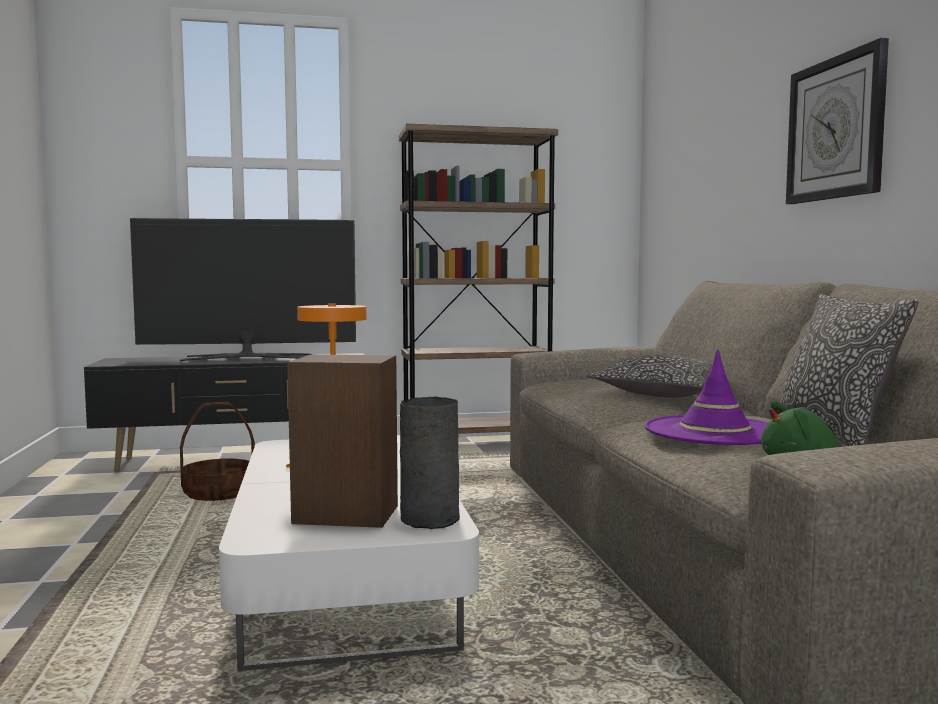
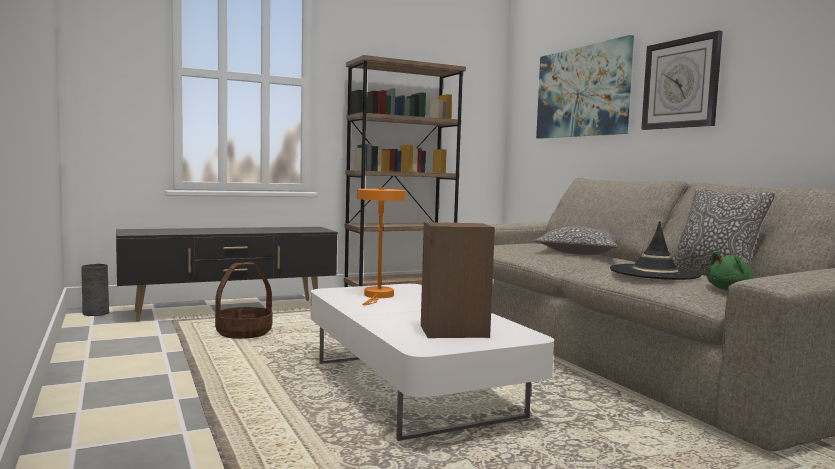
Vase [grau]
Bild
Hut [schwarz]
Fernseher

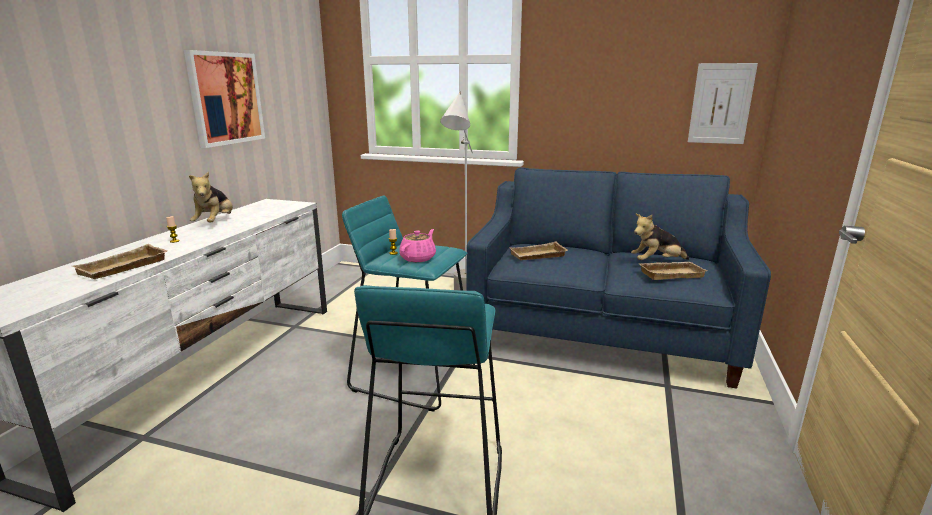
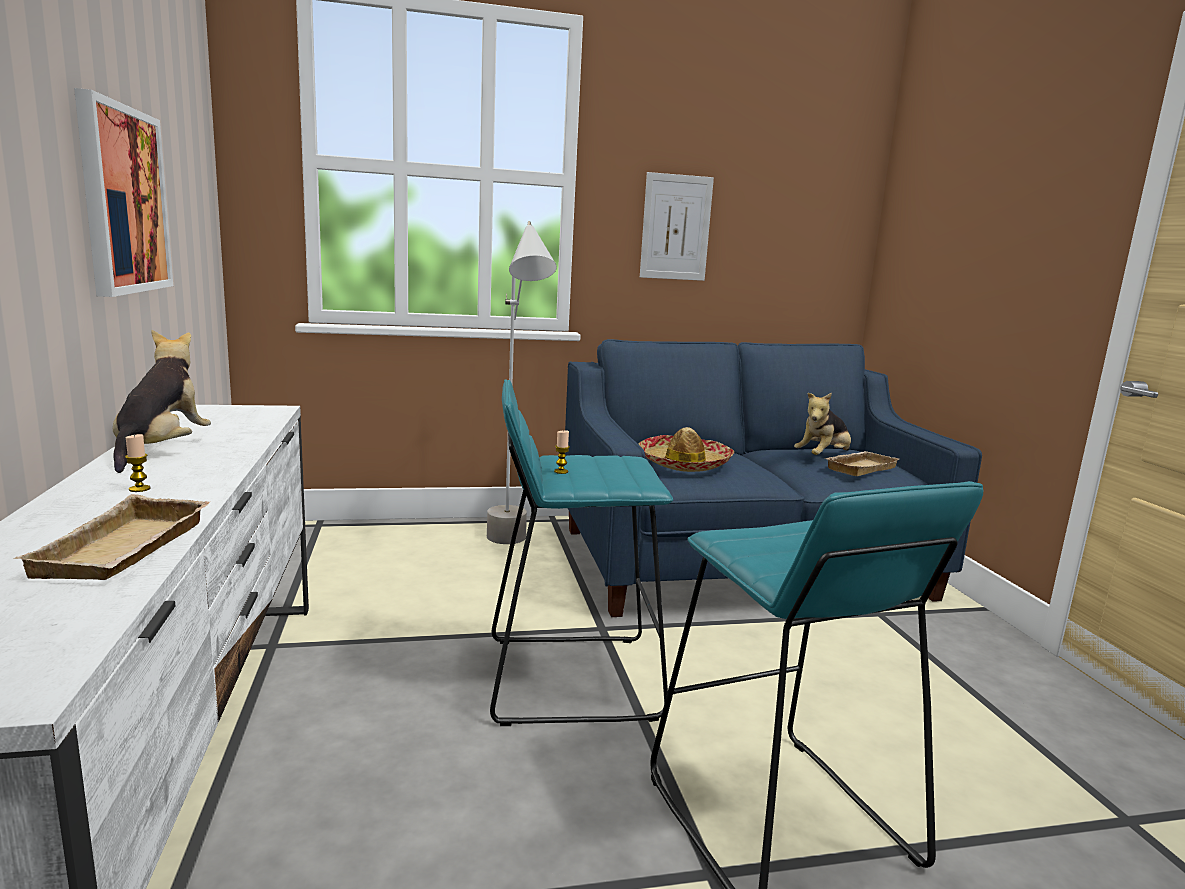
Plüschtier (1st from left)
Hut
Bild (2nd from left)
Teekanne [rosa]

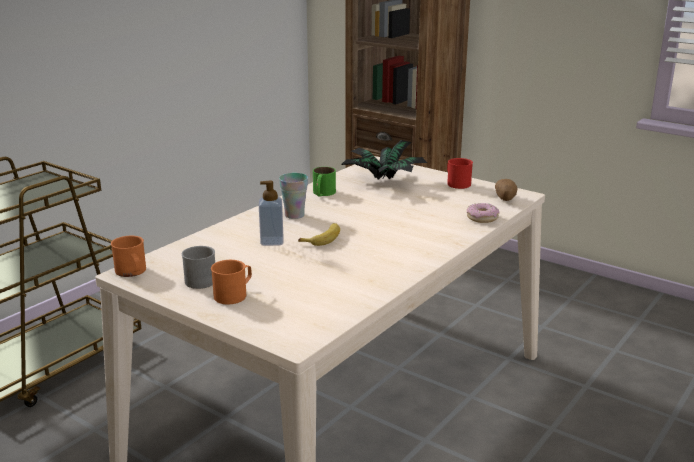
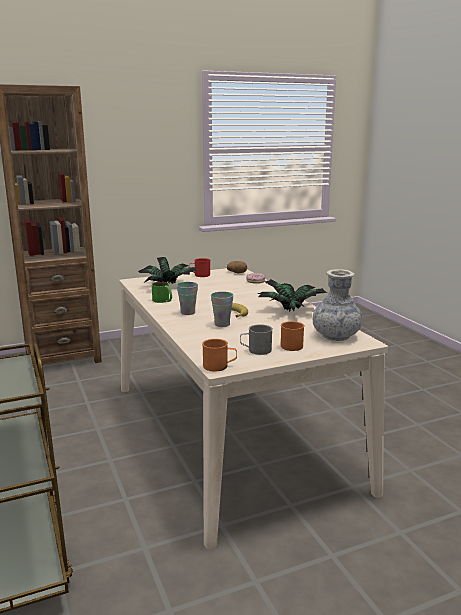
Tasse (2nd from left)
Topfpflanze (2nd from left)
Vase

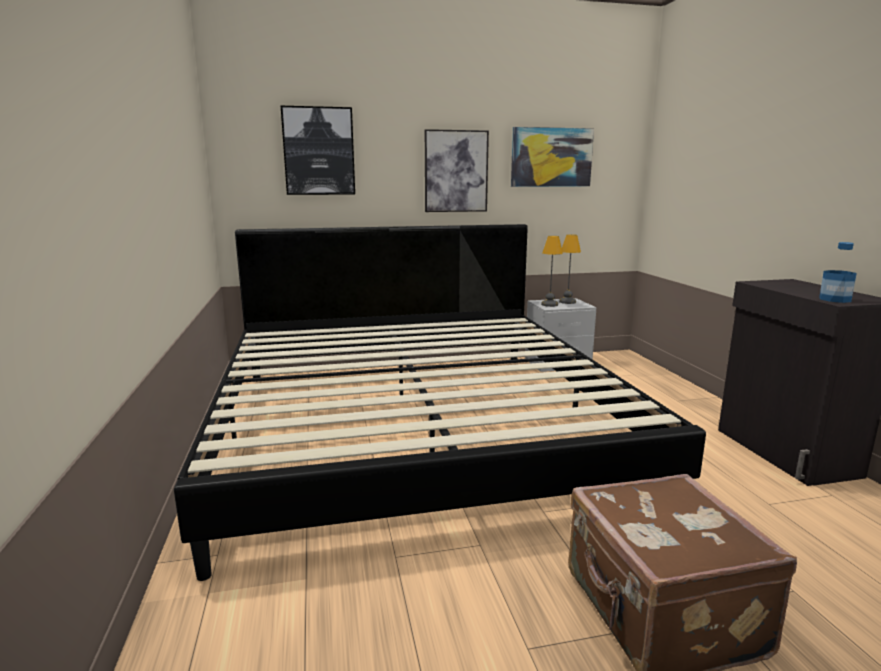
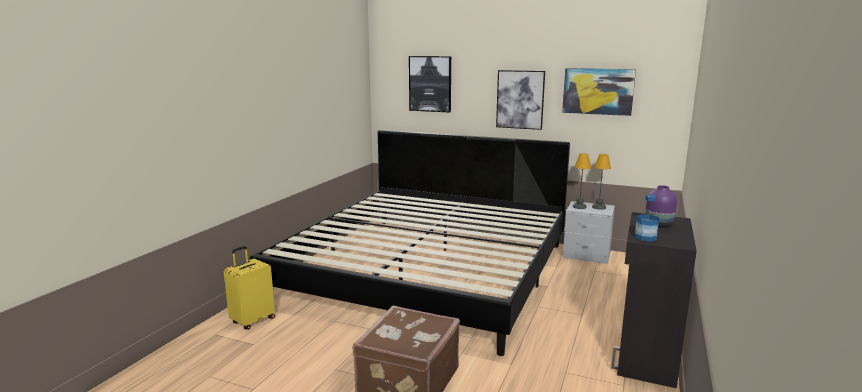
Koffer [gelb]
Vase [lila]

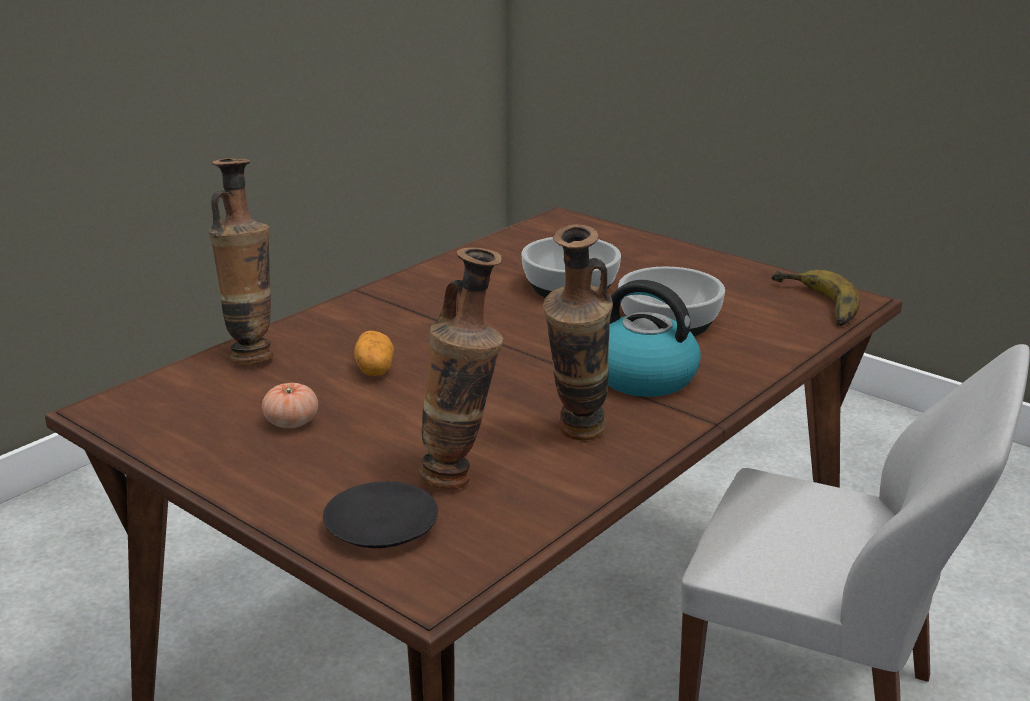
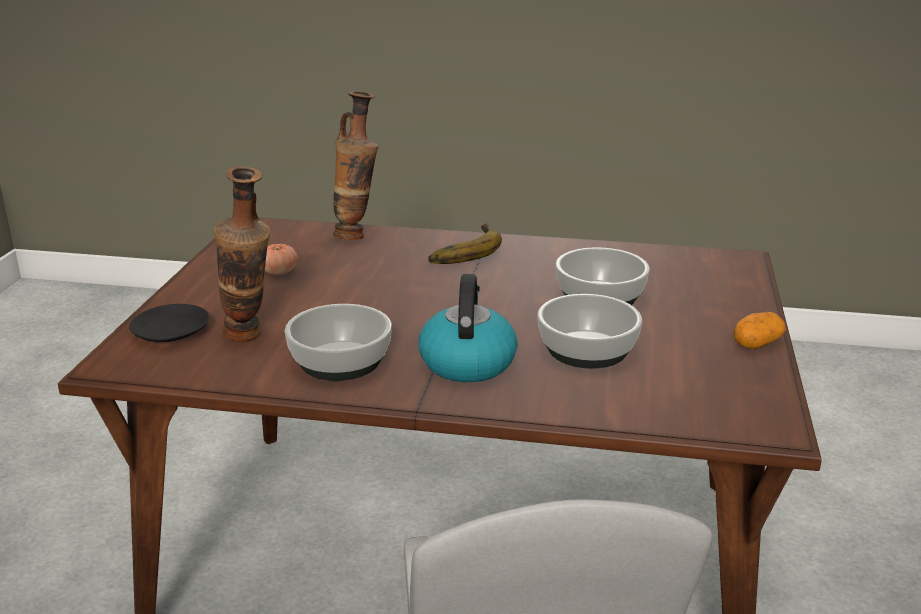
Schüssel (1st from left)
Banane
Kartoffel

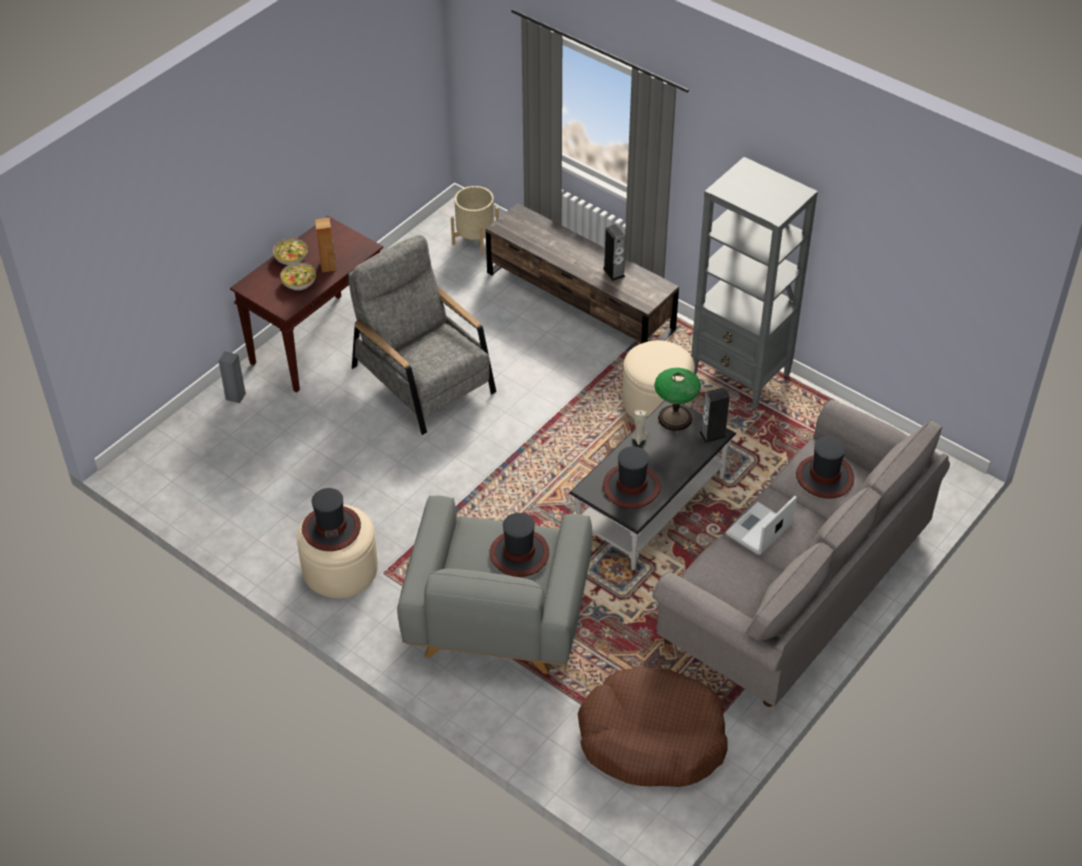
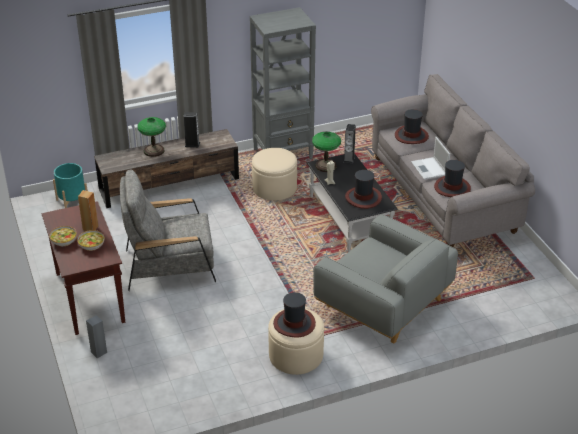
Pflanzkübel [türkis]
Tischlampe (1st from left)
Hut (4th from left)
Hundebett [braun]

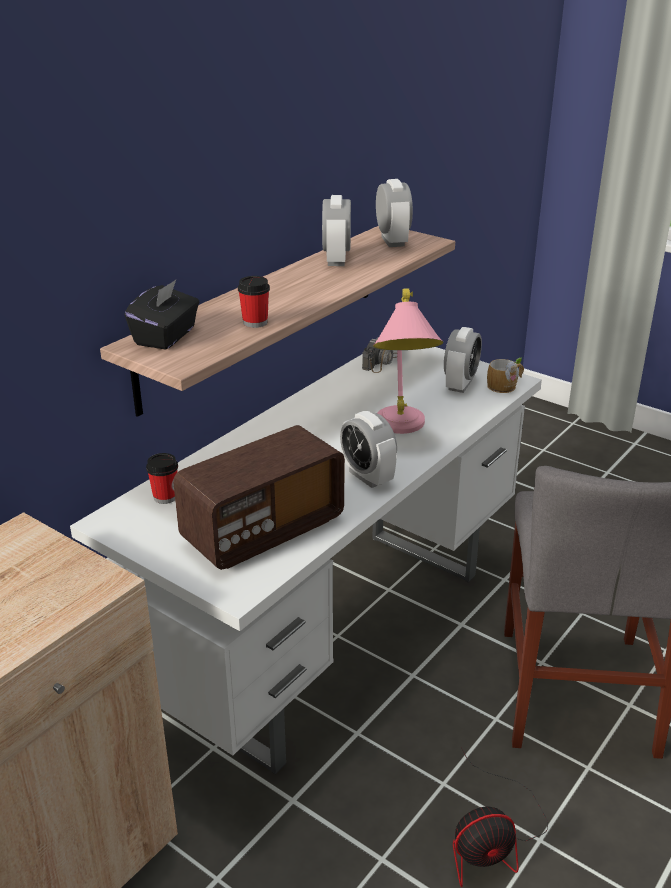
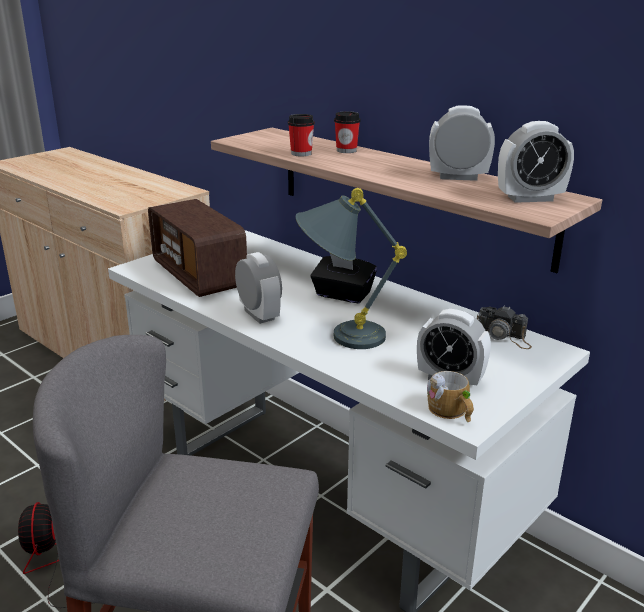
Wecker (1st from left)
Tischlampe [grau]
Taschentuchbox [schwarz]
Tasse (2nd from left)

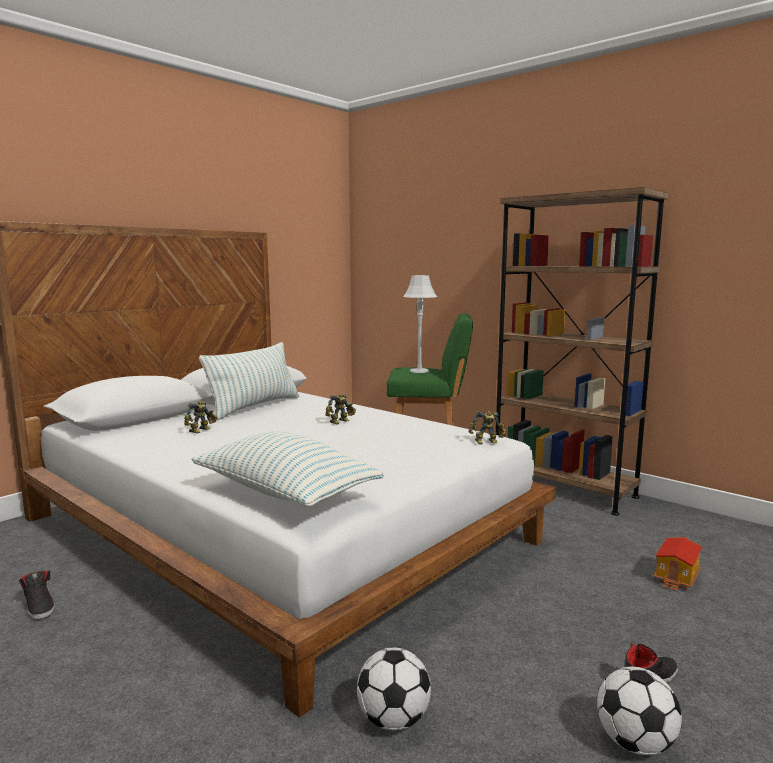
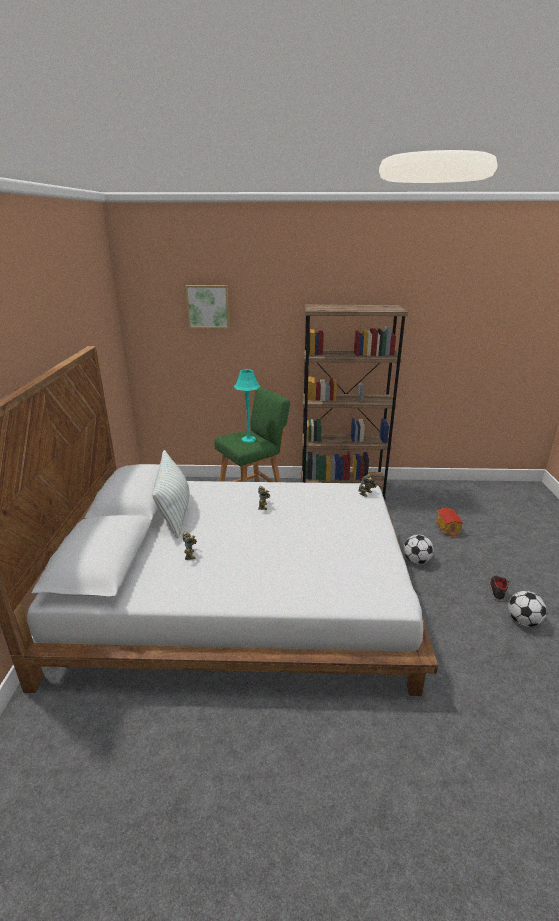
Bild
Tischlampe [türkis]
Fußball (1st from left)
Schuh [schwarz] (1st from left in the first image)
Kissen (2nd from left in the first image)

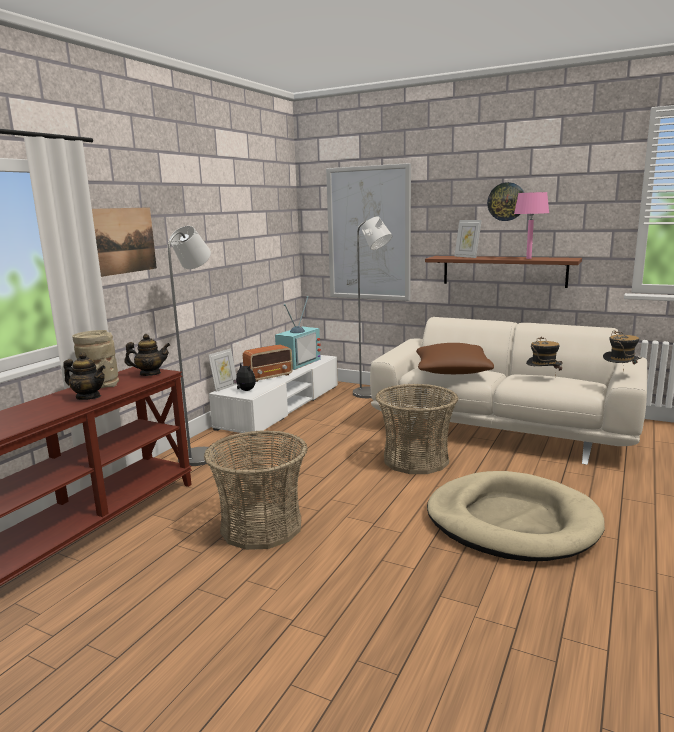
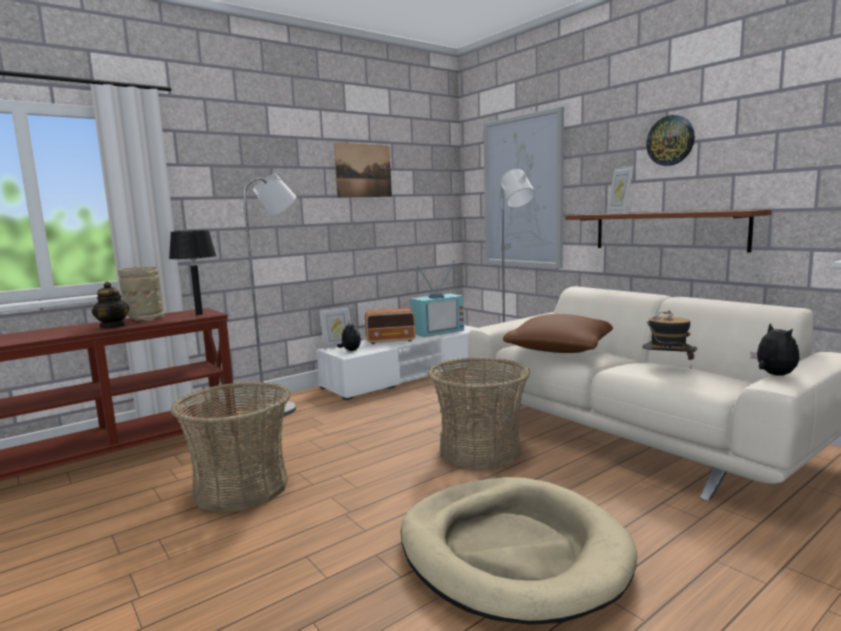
Tischlampe [schwarz]
Bild (1st from left)
Plüschtier (2nd from left)
Tischlampe [rosa]

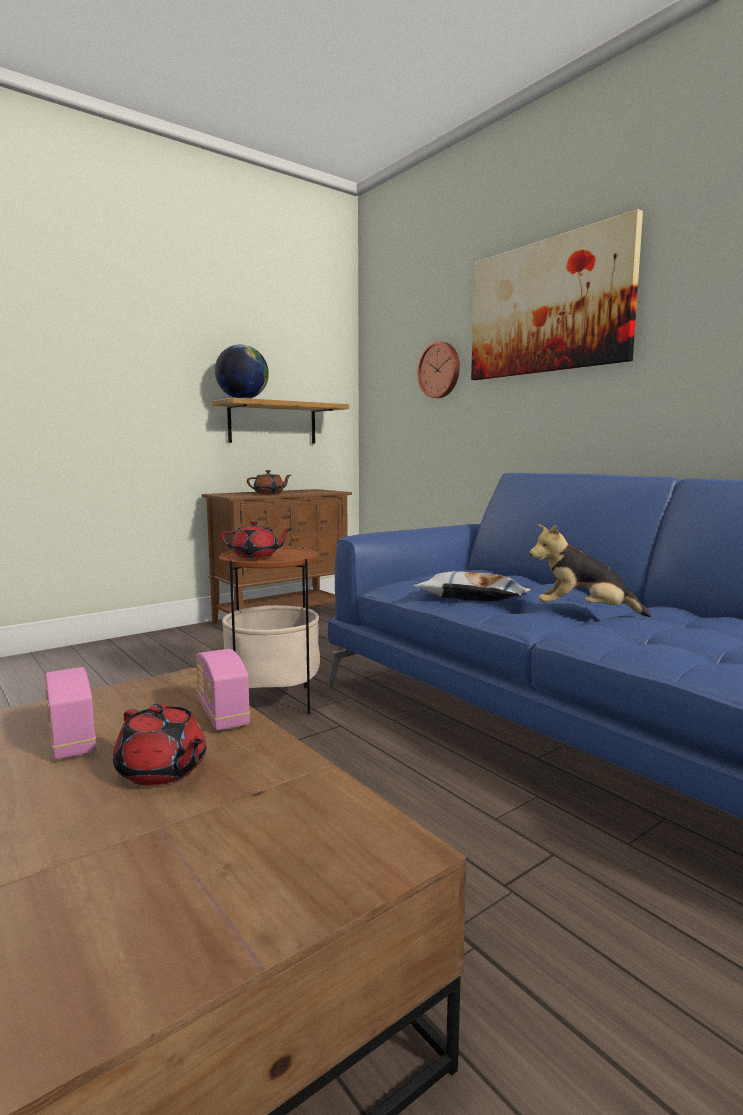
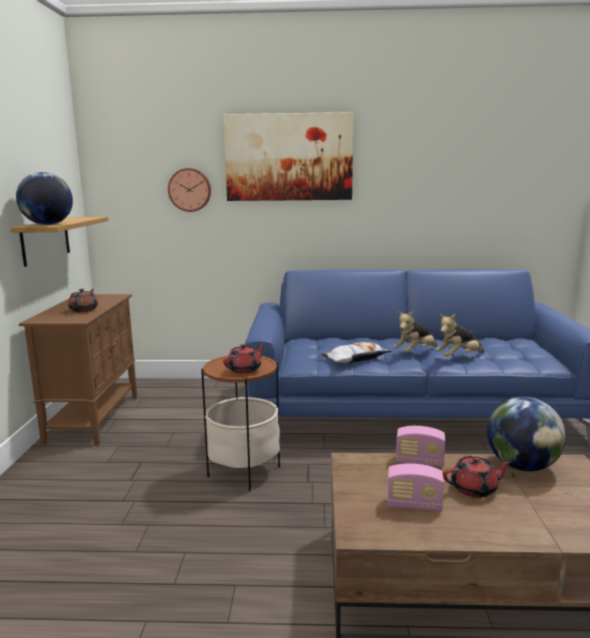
Plüschtier (2nd from left)
Globus (2nd from left)

